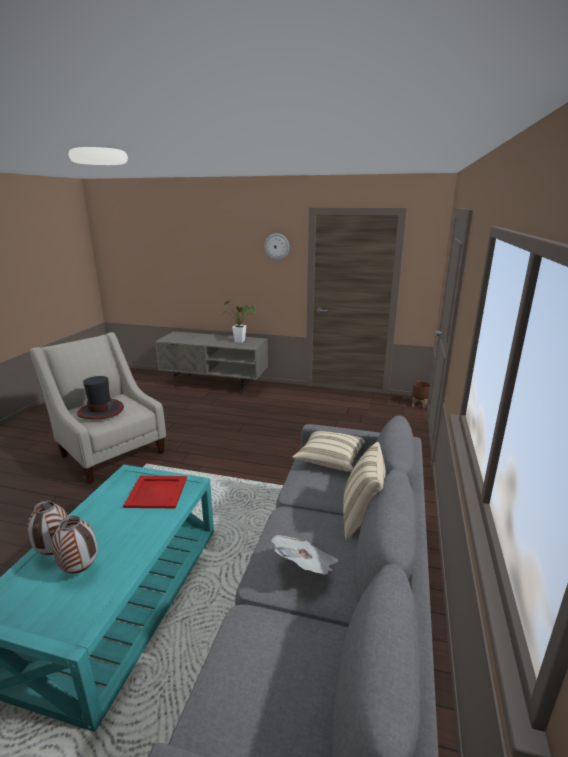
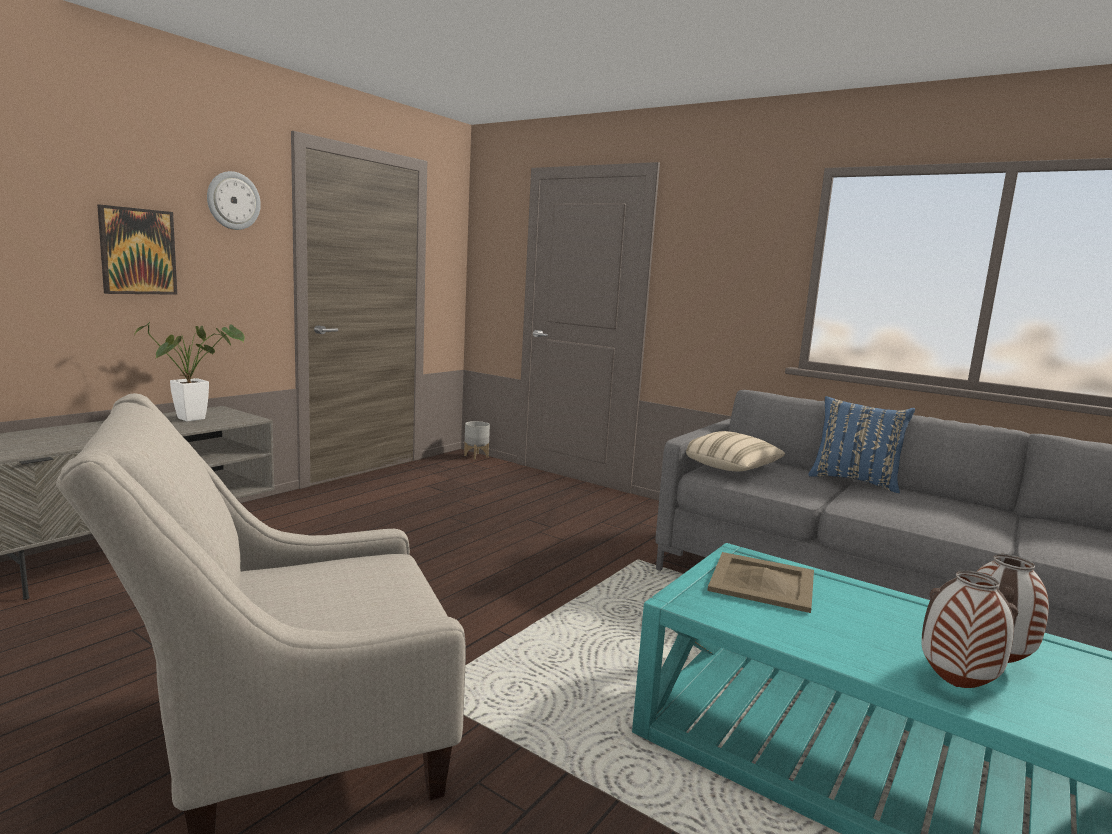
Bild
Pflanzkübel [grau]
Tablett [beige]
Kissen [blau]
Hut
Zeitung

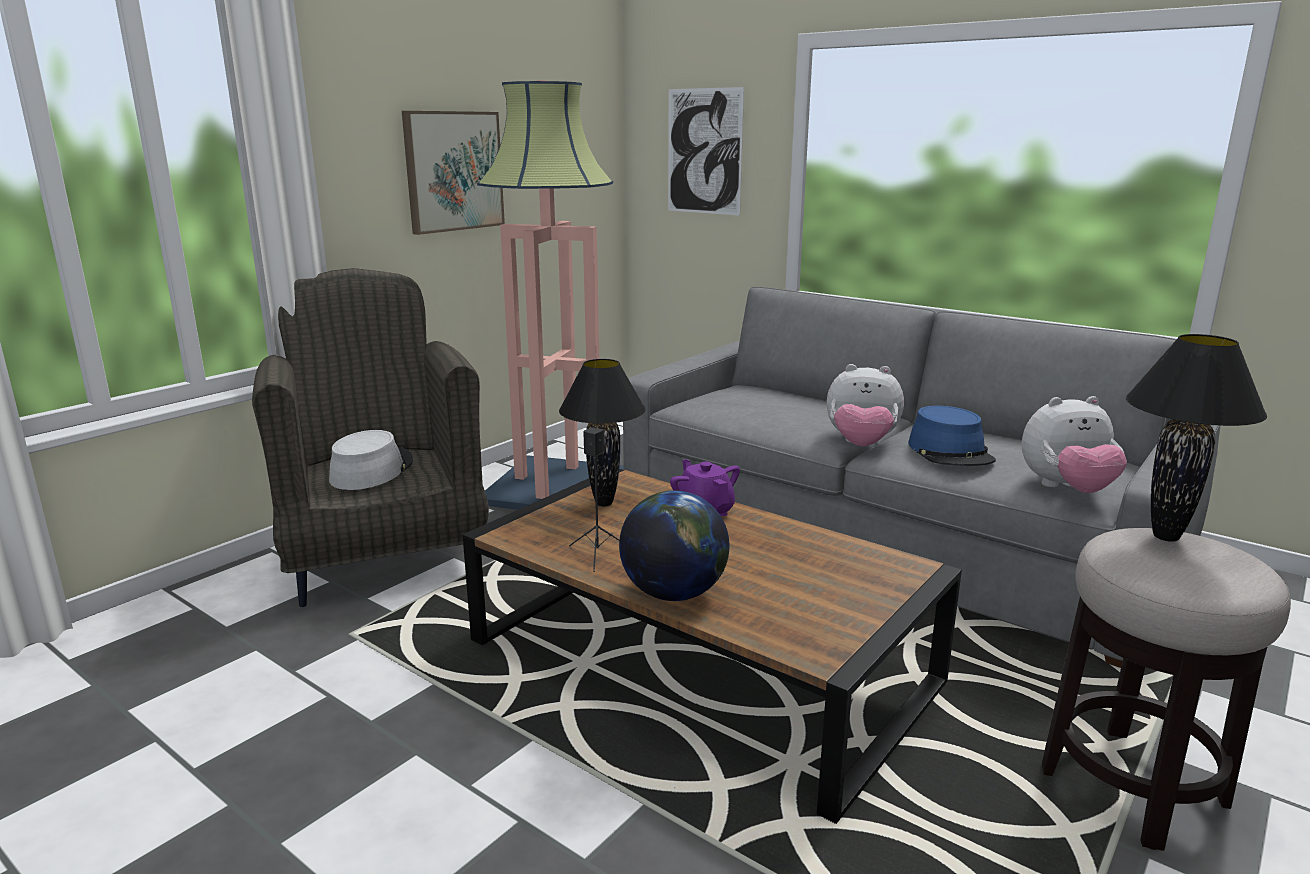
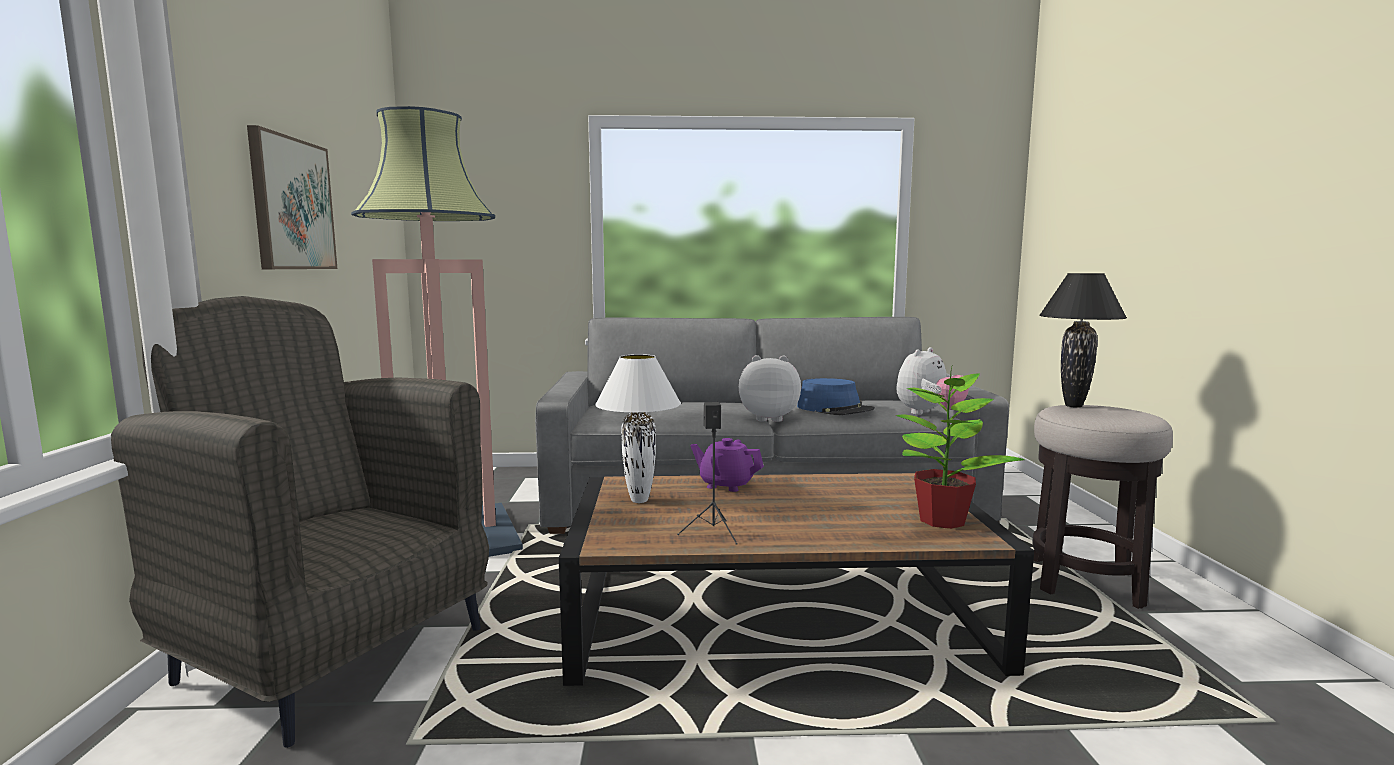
Tischlampe [weiß]
Plüschtier (1st from left)
Topfpflanze
Hut [grau]
Globus
Bild (2nd from left in the first image)

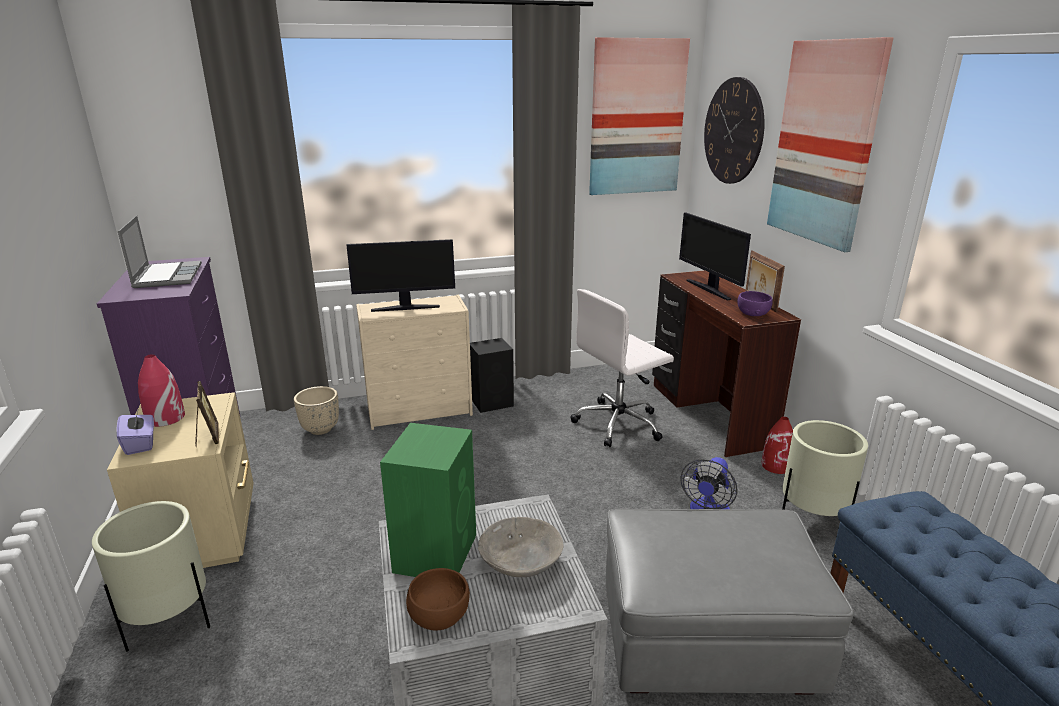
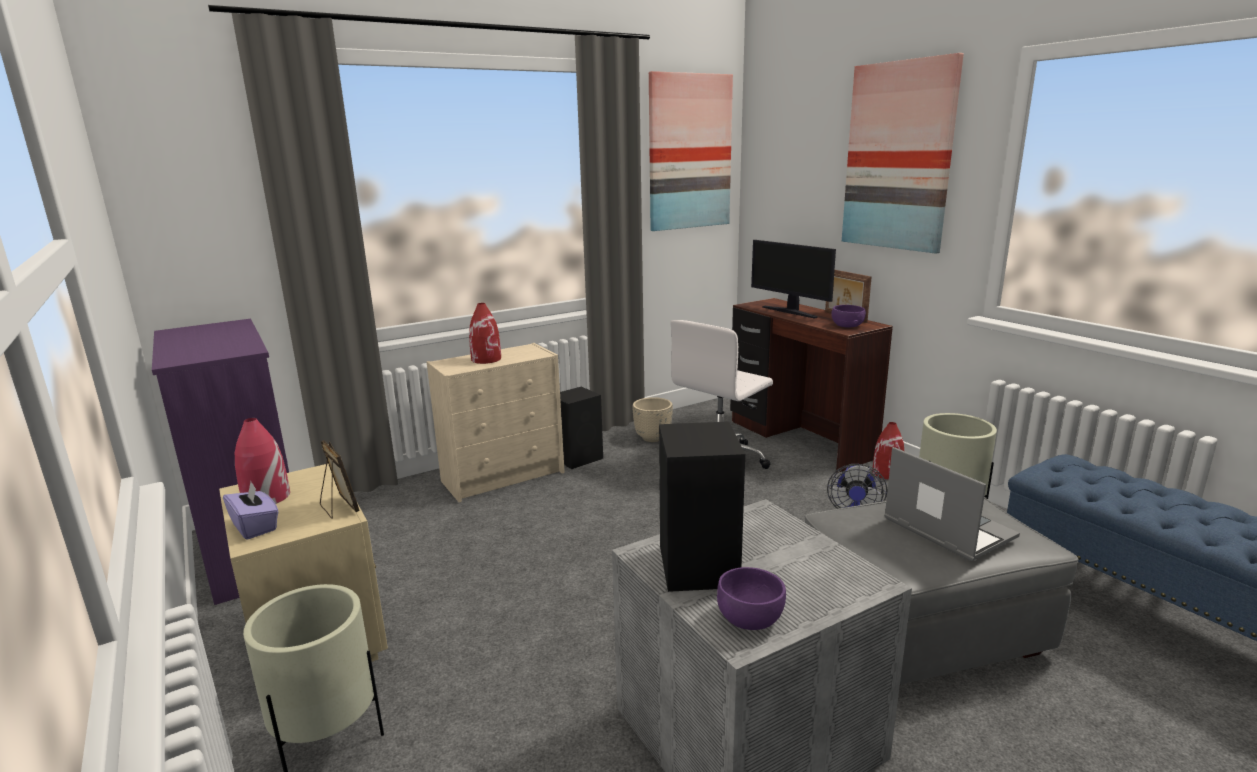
Vase [rot] (2nd from left)
Pflanzkübel [beige] (2nd from left)
Lautsprecher [schwarz] (2nd from left)
Schüssel [lila] (1st from left)
Laptop
Schüssel [grau]
Wanduhr

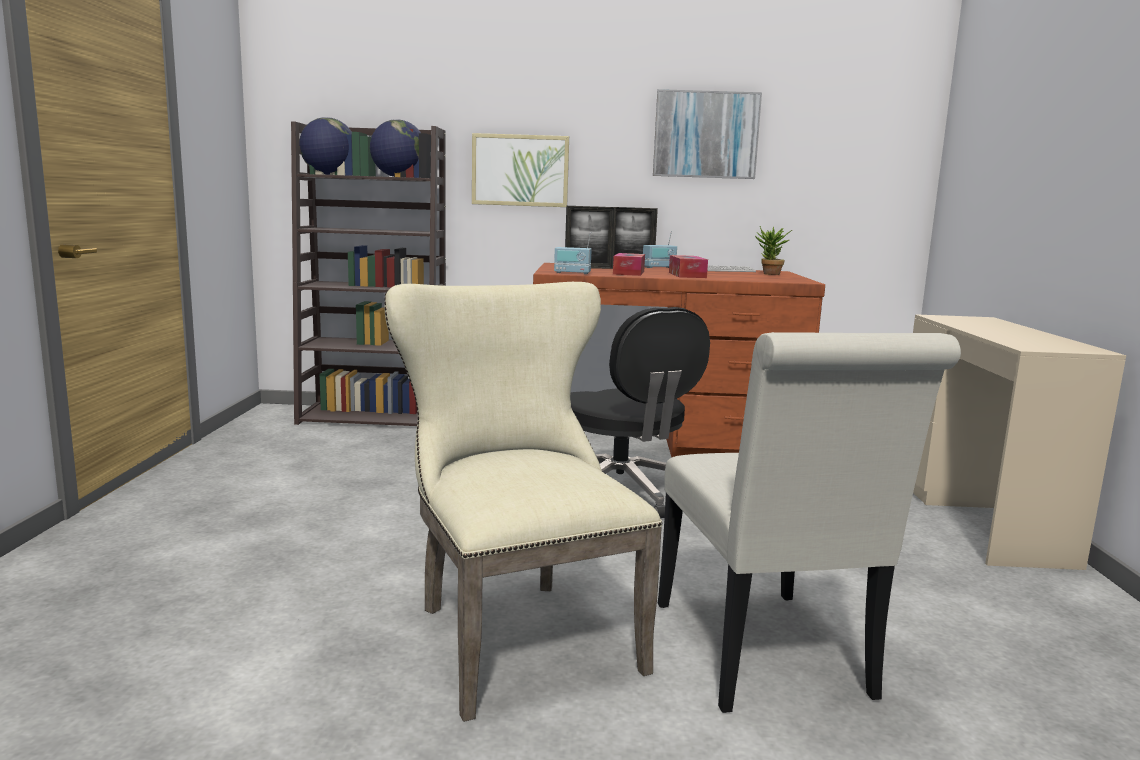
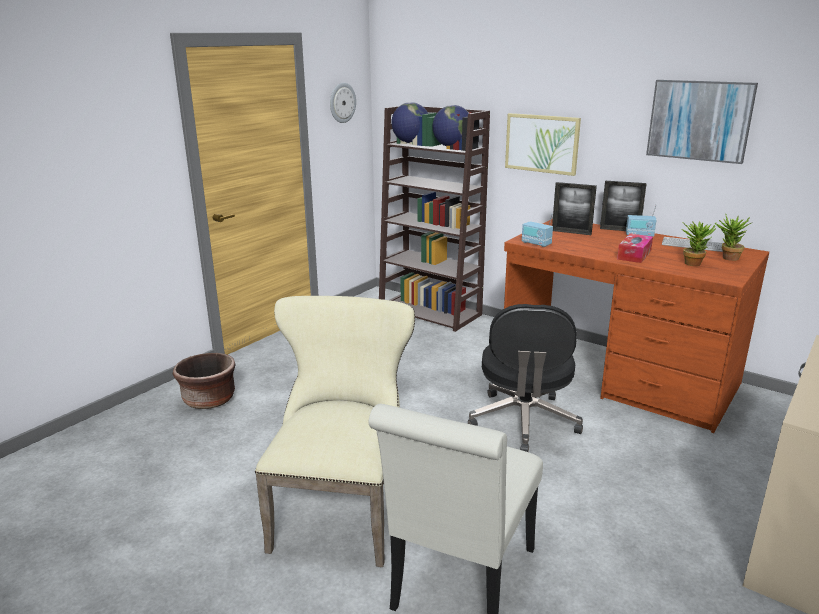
Pflanzkübel [braun]
Wanduhr
Topfpflanze (1st from left)
Taschentuchbox (1st from left in the first image)

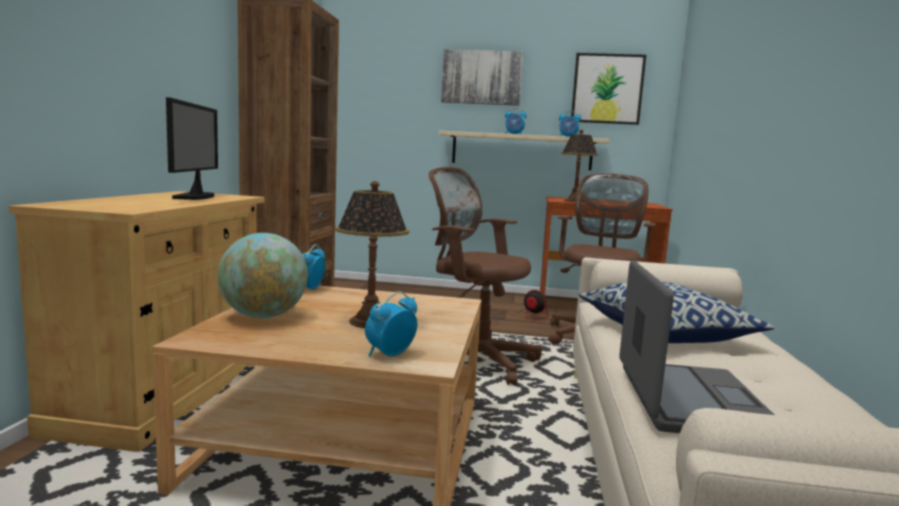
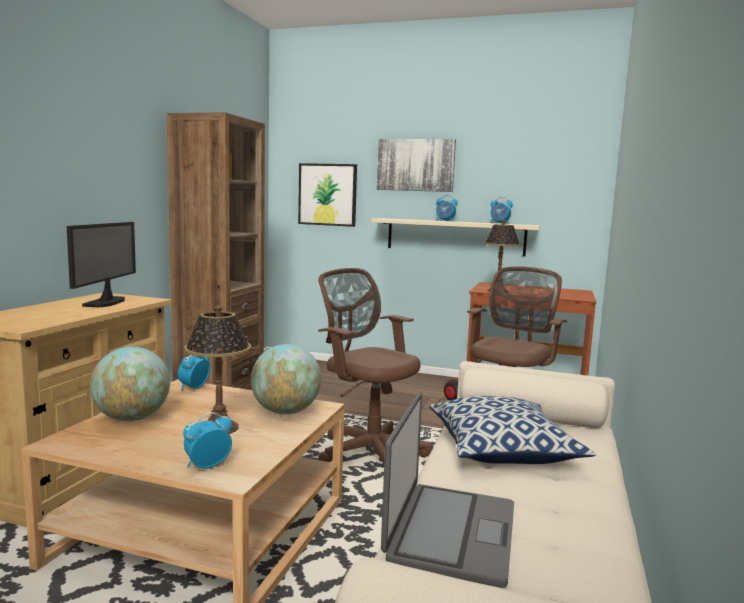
Globus (2nd from left)
Bild (1st from left)

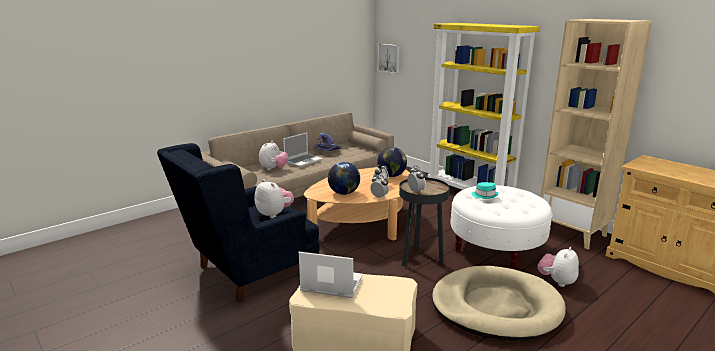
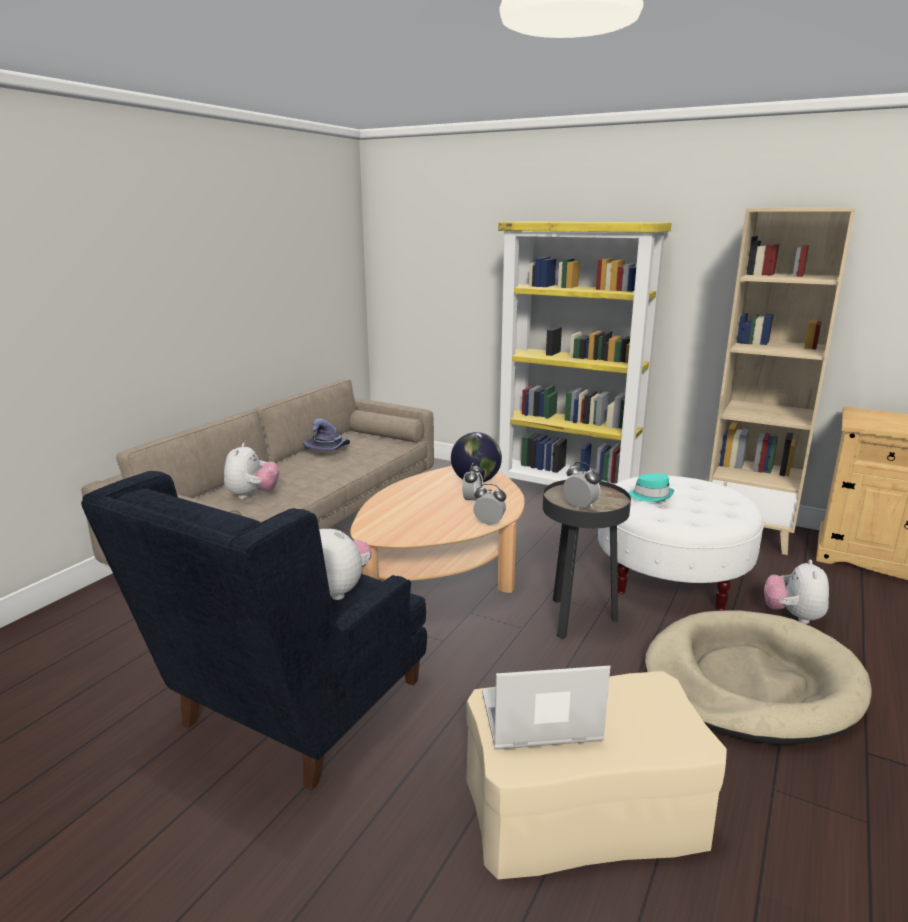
Laptop (1st from left in the first image)
Globus (1st from left in the first image)
Bild

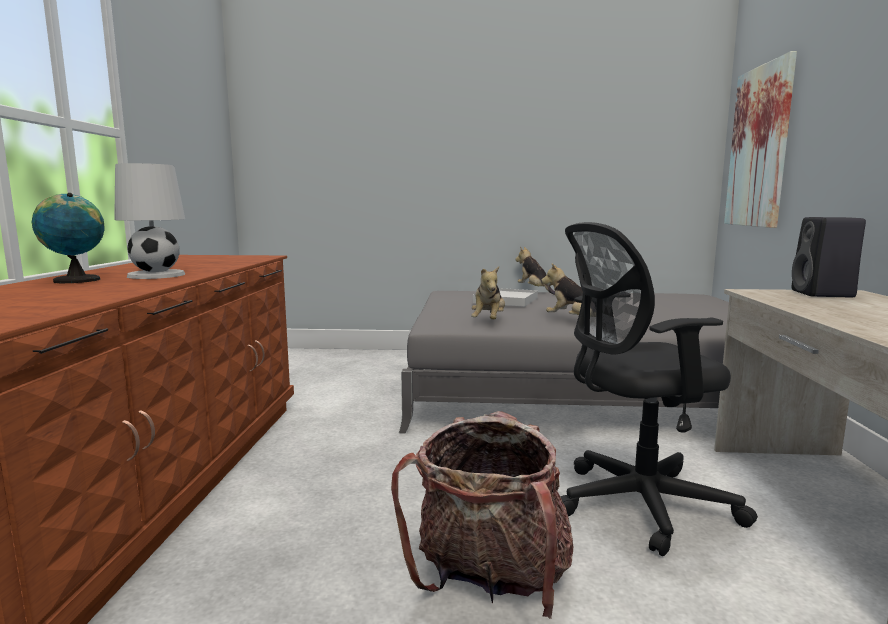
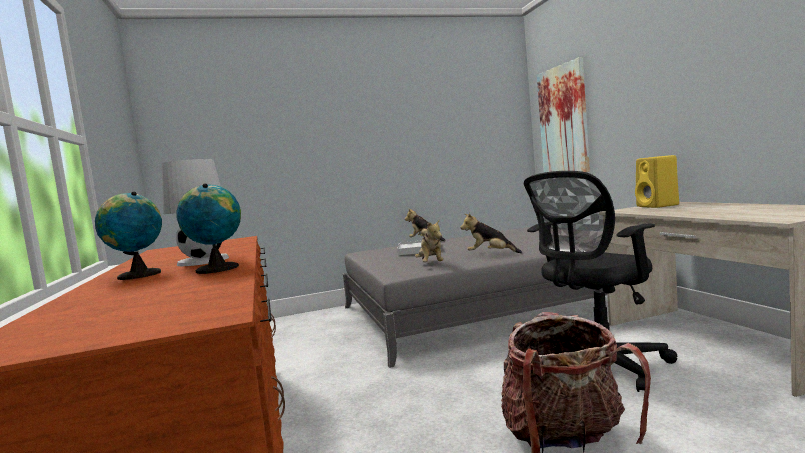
Globus (2nd from left)
Lautsprecher [gelb]

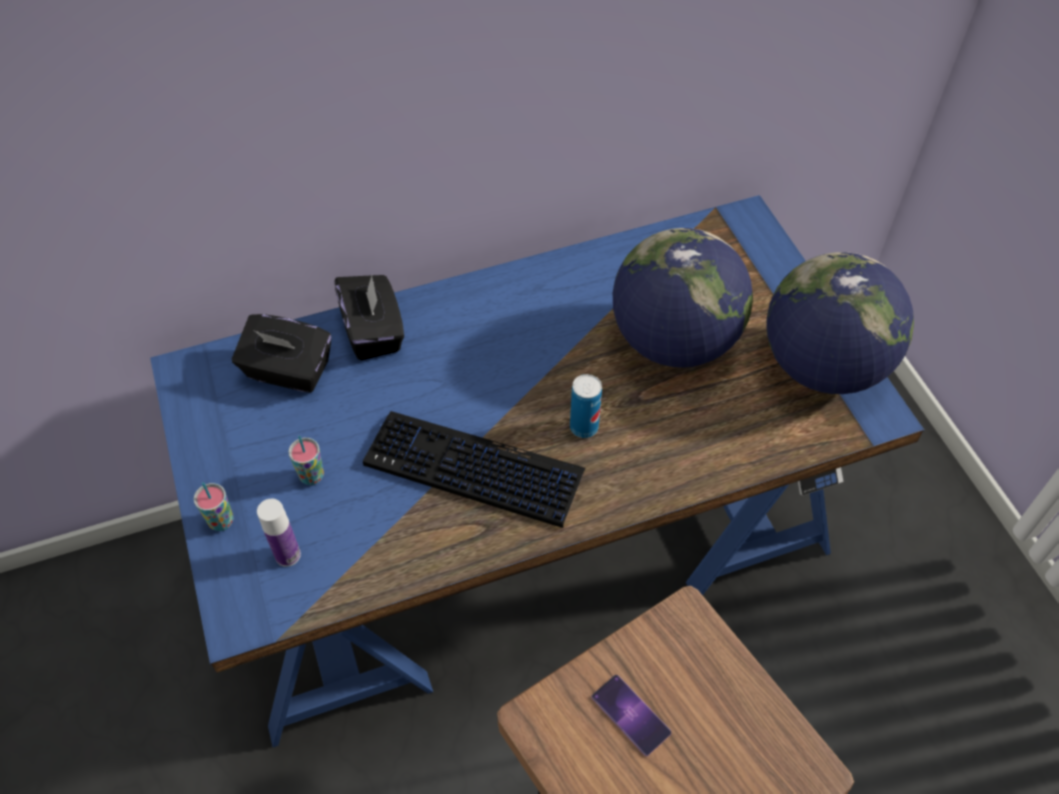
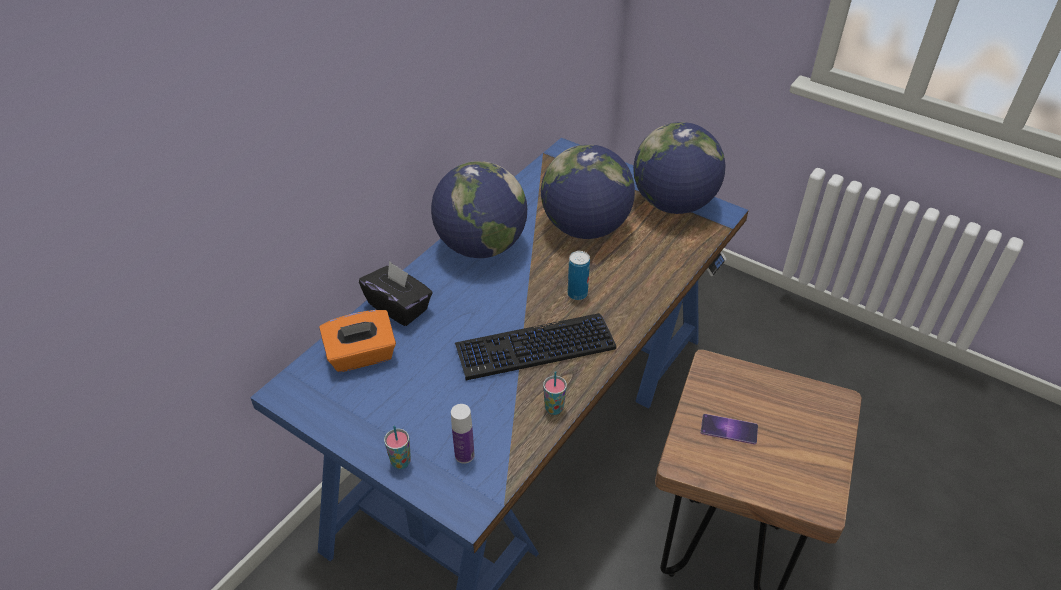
Taschentuchbox [orange]
Globus (1st from left)
Tasse (2nd from left)

